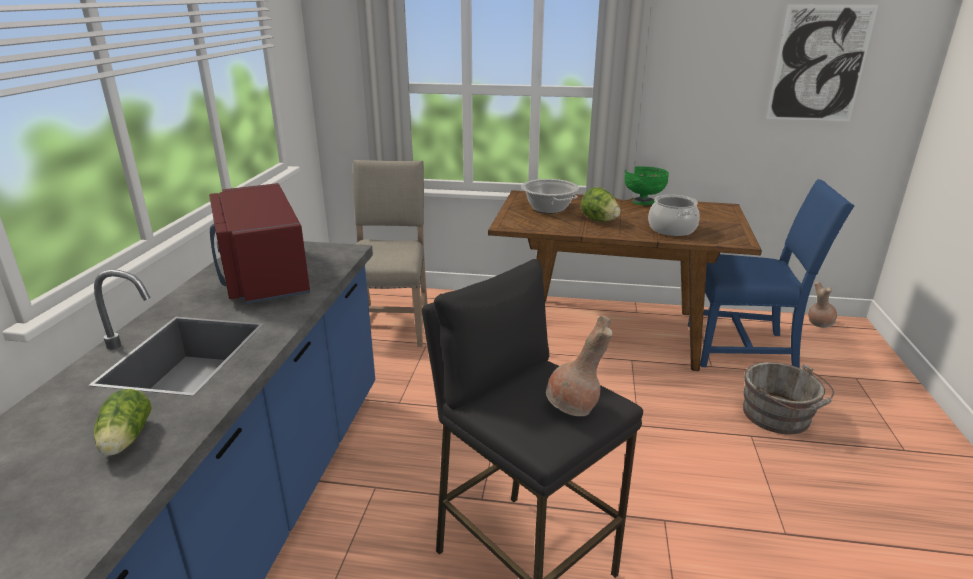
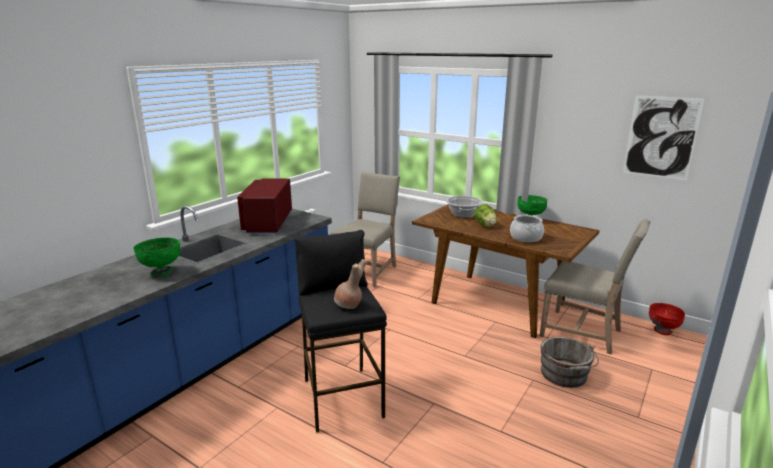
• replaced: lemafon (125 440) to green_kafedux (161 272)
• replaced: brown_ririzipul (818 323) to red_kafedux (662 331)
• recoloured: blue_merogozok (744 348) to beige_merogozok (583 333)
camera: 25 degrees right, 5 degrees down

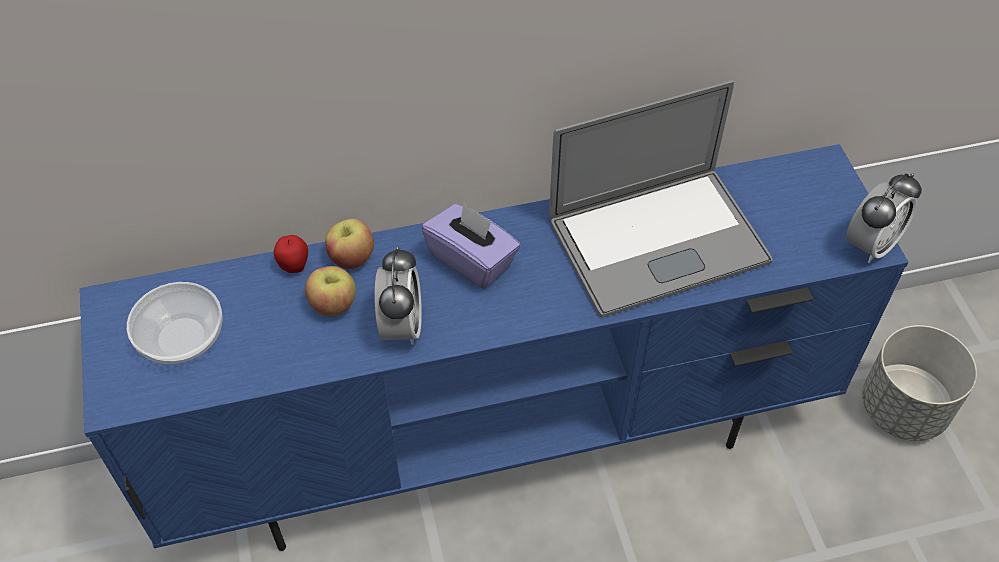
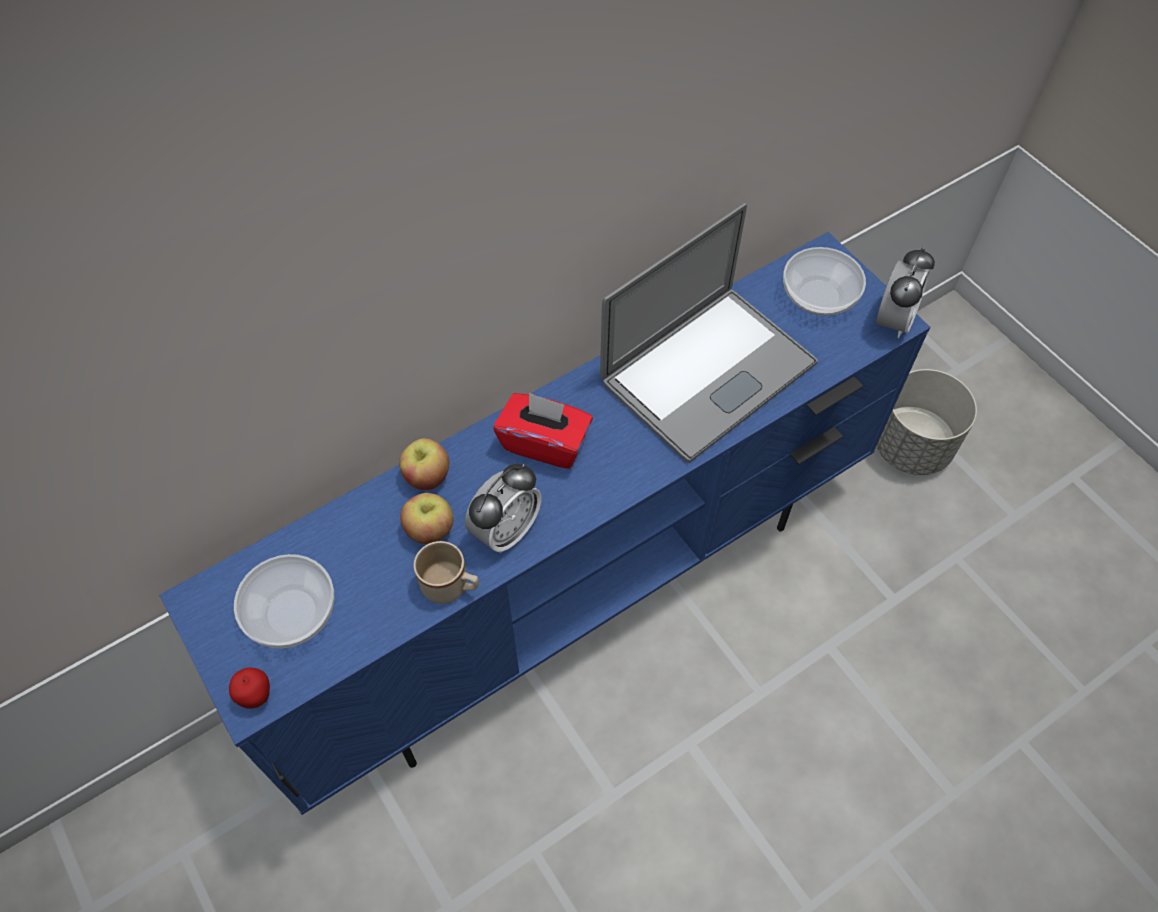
• added: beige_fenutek (451 586)
• added: kafedux (818 297)
• moved: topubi (294 266) to (256 696)
• recoloured: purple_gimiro (472 260) to red_gimiro (545 443)
• turned: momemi (401 326) = (506 530) 60 degrees clockwise
camera: 20 degrees left, 5 degrees up

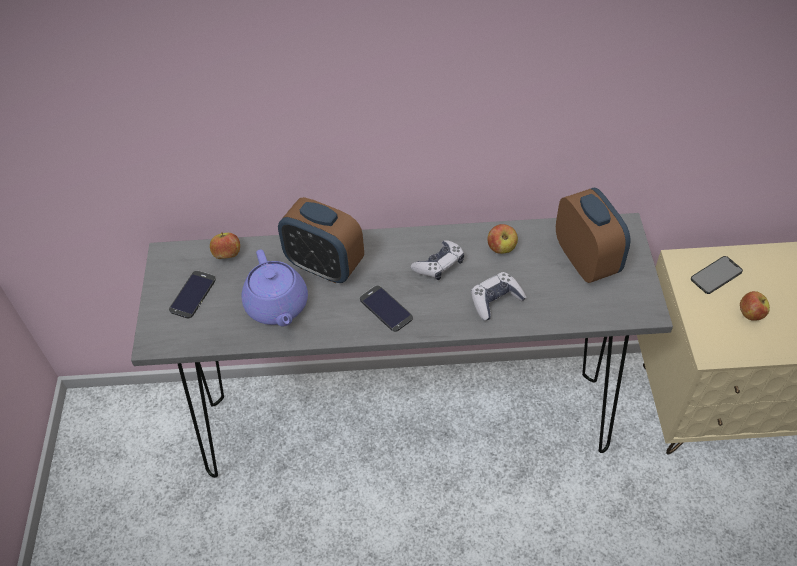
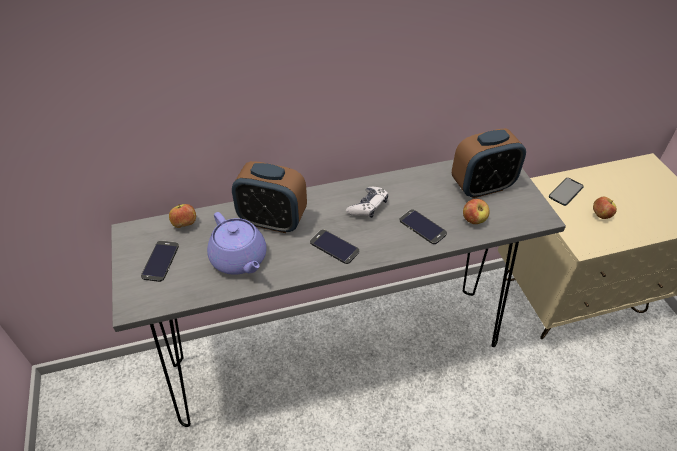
• moved: topubi (501 248) to (474 220)
• replaced: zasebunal (496 300) to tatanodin (422 227)
• turned: momemi (586 260) = (482 187) 105 degrees clockwise
camera: 15 degrees left, 5 degrees down

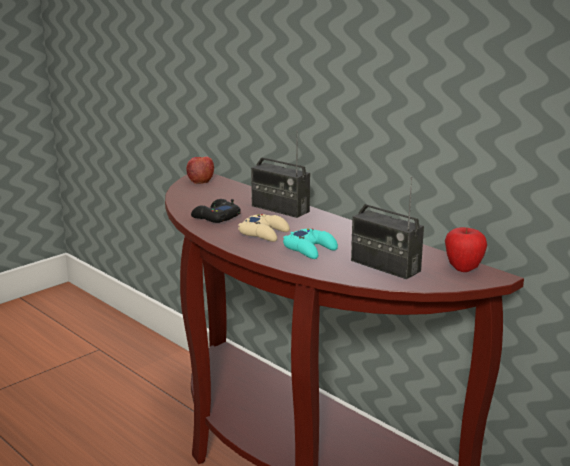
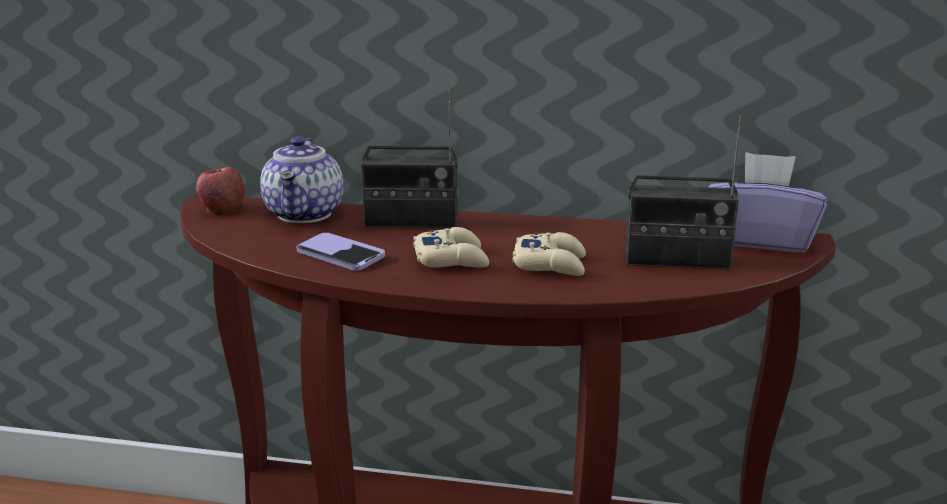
• added: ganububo (306 215)
• replaced: black_zasebunal (215 217) to tatanodin (340 255)
• replaced: topubi (463 268) to purple_gimiro (759 240)
• recoloured: turquoise_zasebunal (310 249) to beige_zasebunal (550 264)
camera: 35 degrees left, 0 degrees up

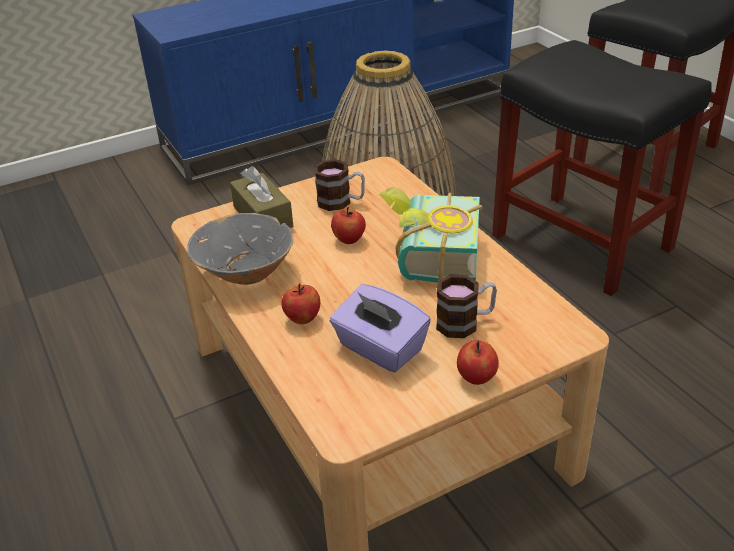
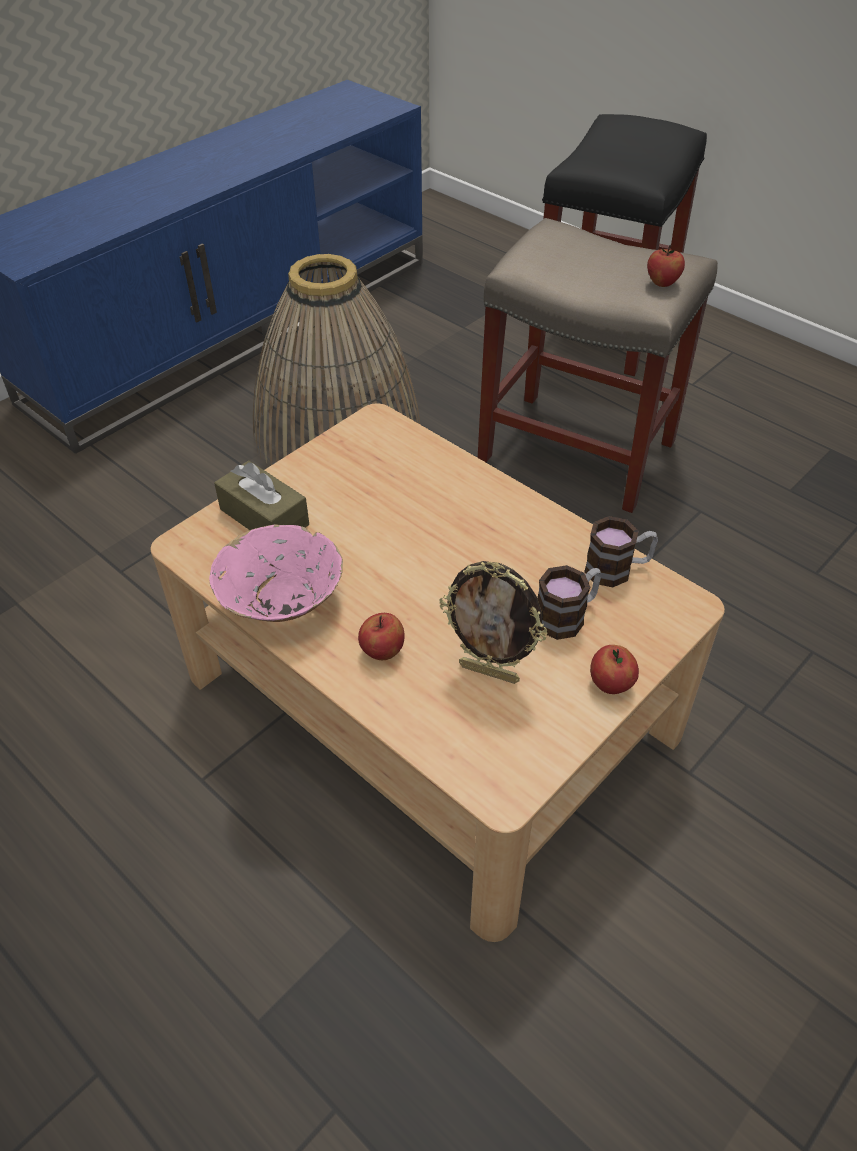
• removed: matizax (428 257)
• moved: fenutek (341 202) to (617 569)
• moved: topubi (349 240) to (662 283)
• replaced: purple_gimiro (380 349) to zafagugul (490 672)
• recoloured: grey_kafedux (246 273) to pink_kafedux (282 602)
• recoloured: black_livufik (584 243) to beige_livufik (580 451)
camera: 20 degrees left, 10 degrees up

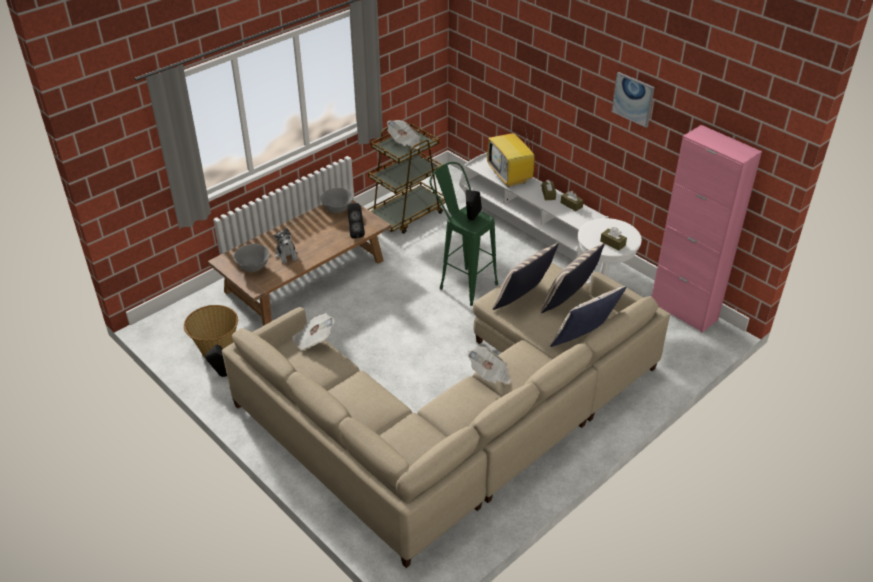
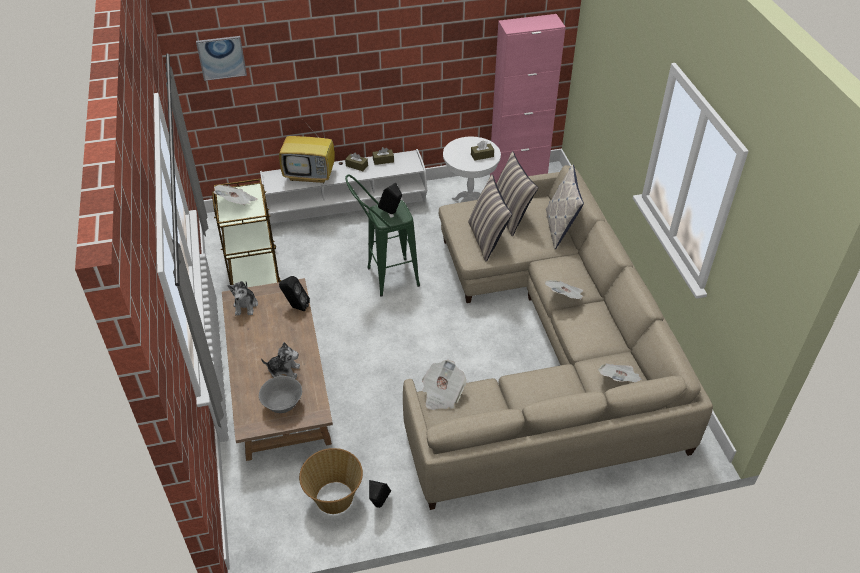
• added: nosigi (618 380)
• moved: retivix (633 99) to (221 57)
• replaced: grey_kafedux (337 210) to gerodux (245 305)
camera: 60 degrees left, 5 degrees up

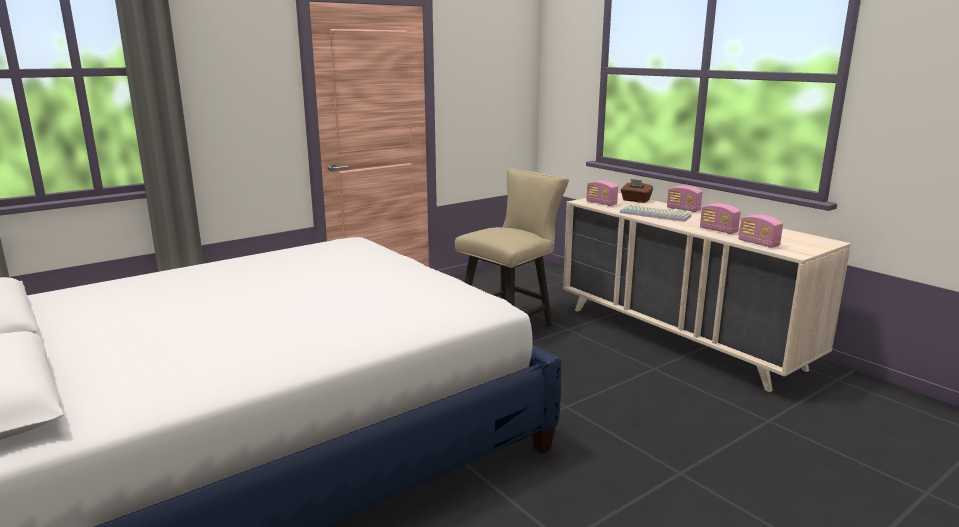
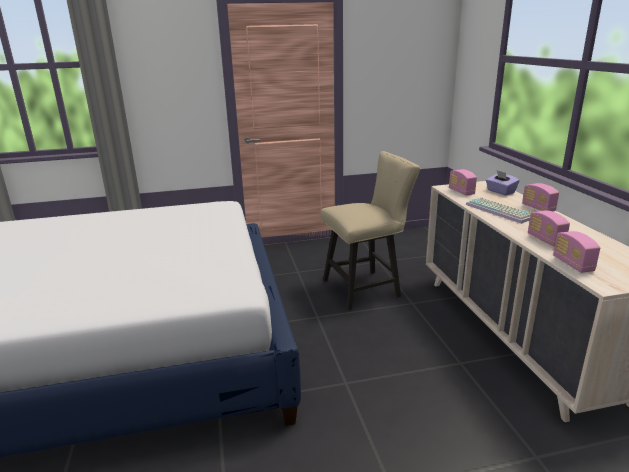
• recoloured: brown_gimiro (635 200) to purple_gimiro (500 192)
camera: 25 degrees right, 5 degrees up

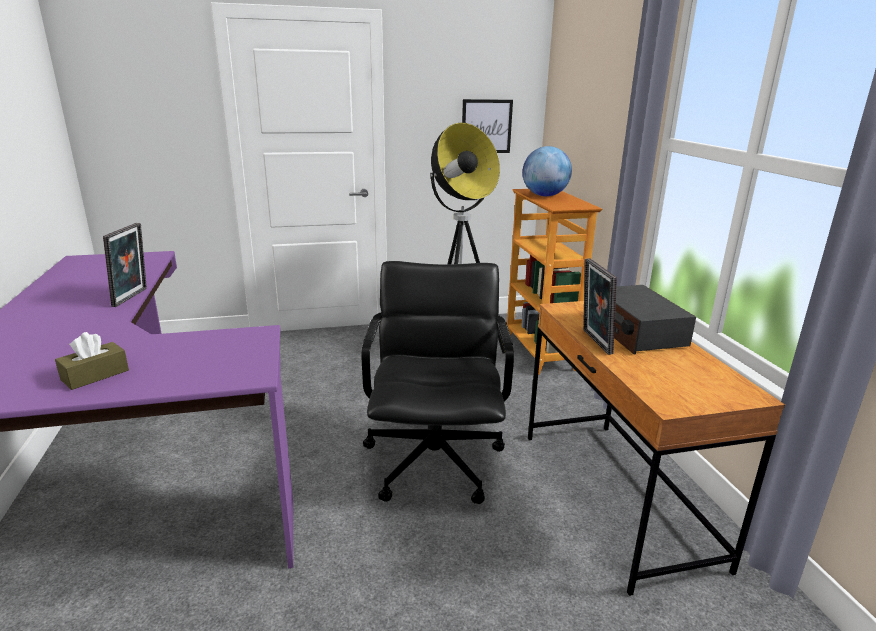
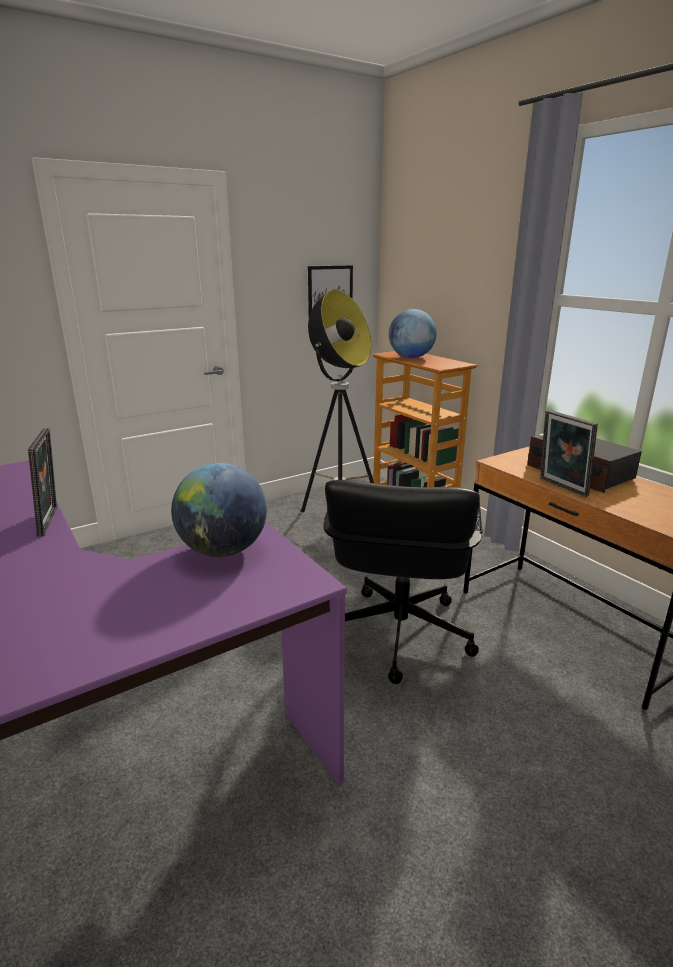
• removed: brown_gimiro (95 375)
• added: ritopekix (223 550)
• turned: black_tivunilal (435 461) = (398 634) 150 degrees counterclockwise
camera: 20 degrees left, 0 degrees up

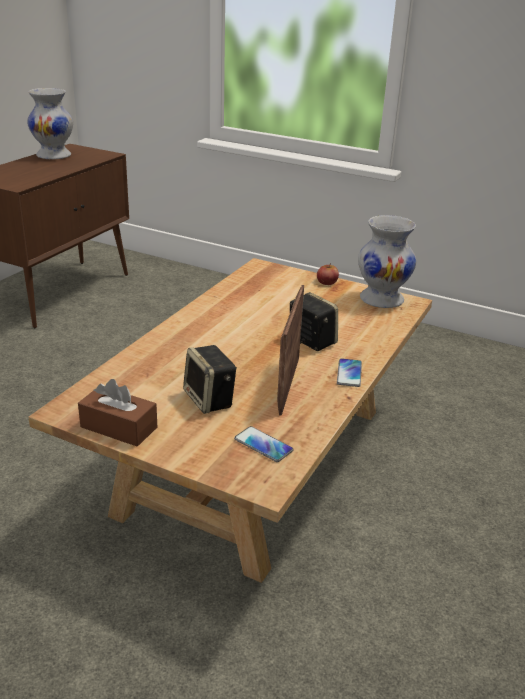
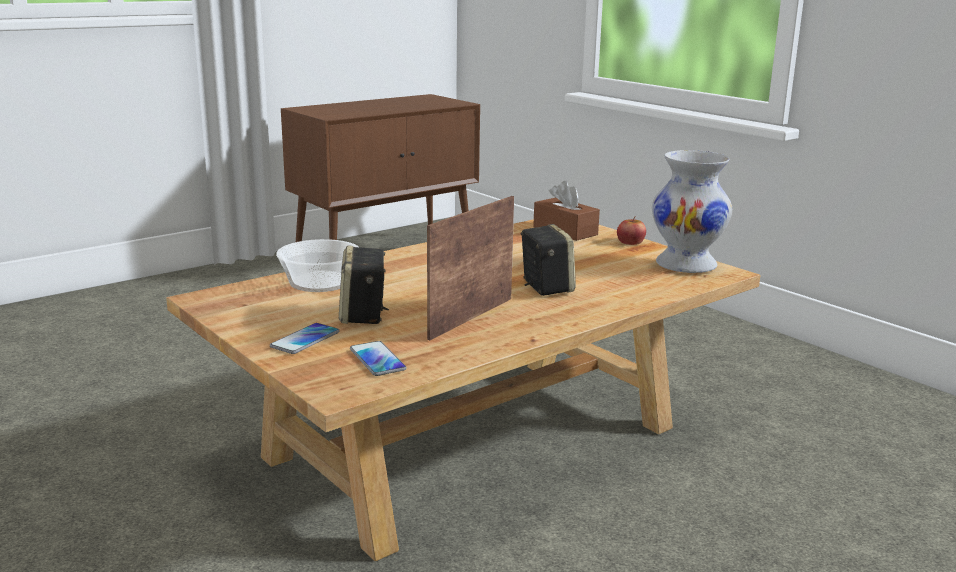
• removed: white_ririzipul (54 155)
• added: kafedux (321 282)
• moved: brown_gimiro (119 427) to (565 231)
• moved: tatanodin (349 373) to (305 340)
camera: 25 degrees right, 10 degrees down

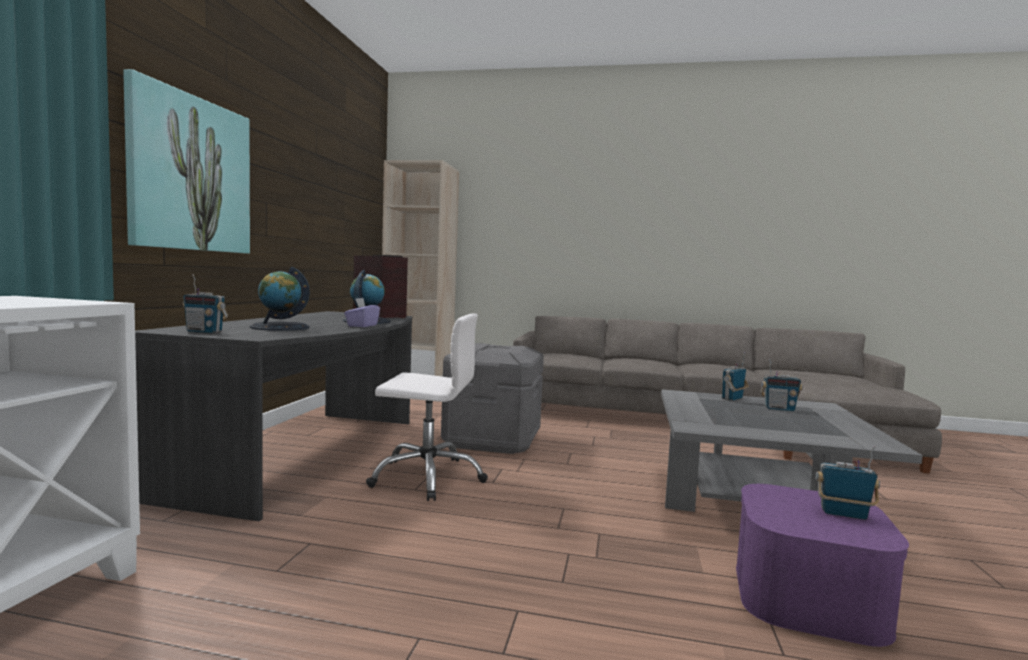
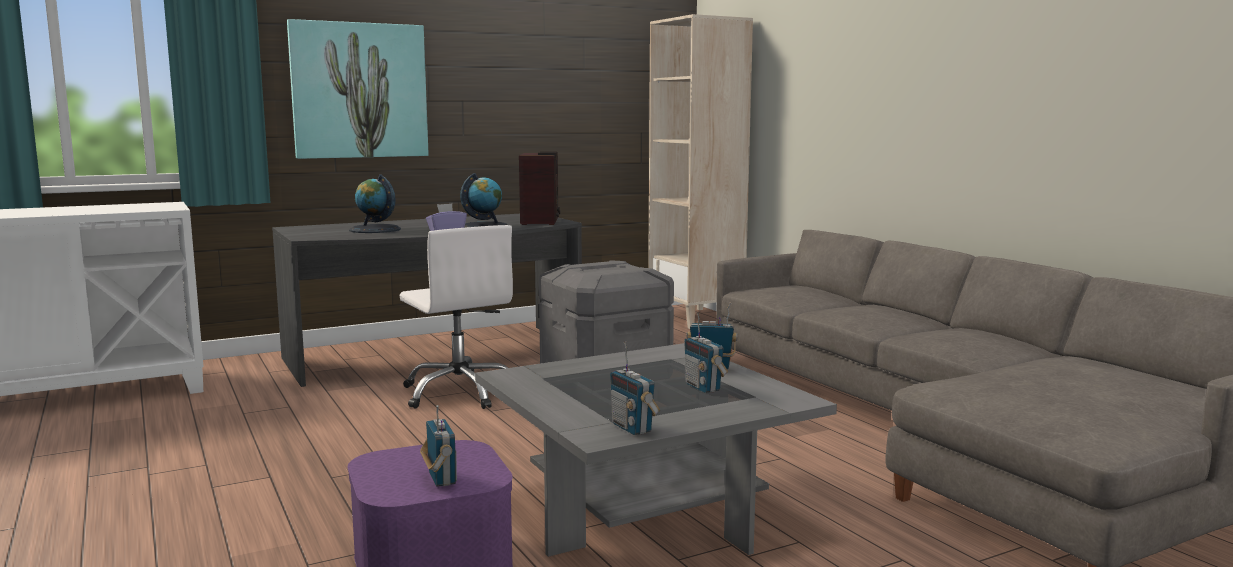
• moved: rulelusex (204 332) to (632 428)
camera: 50 degrees right, 5 degrees up

